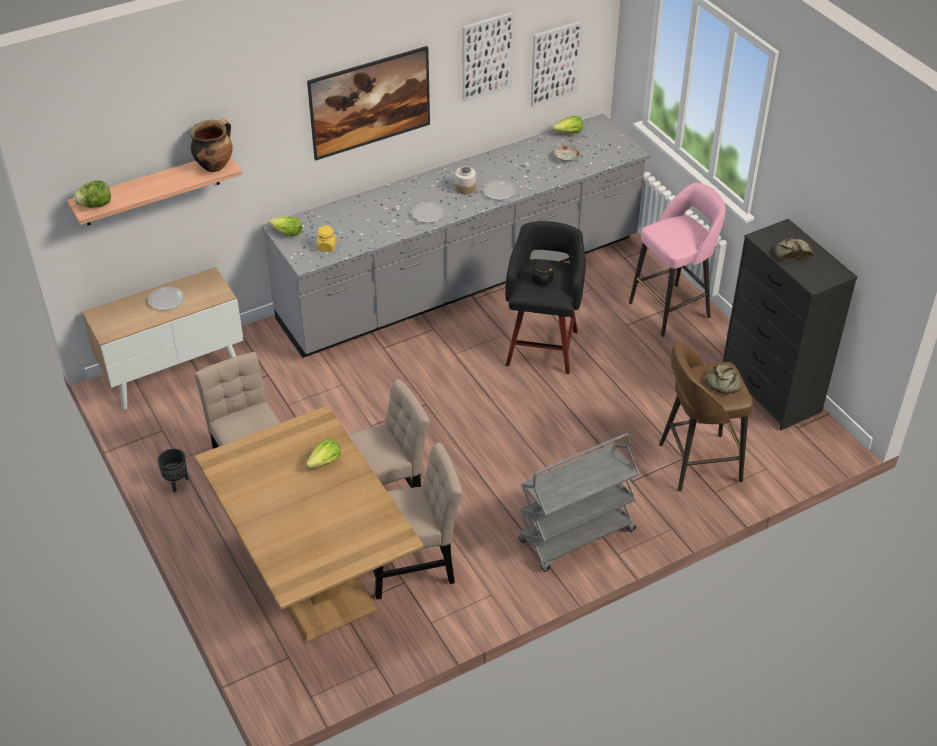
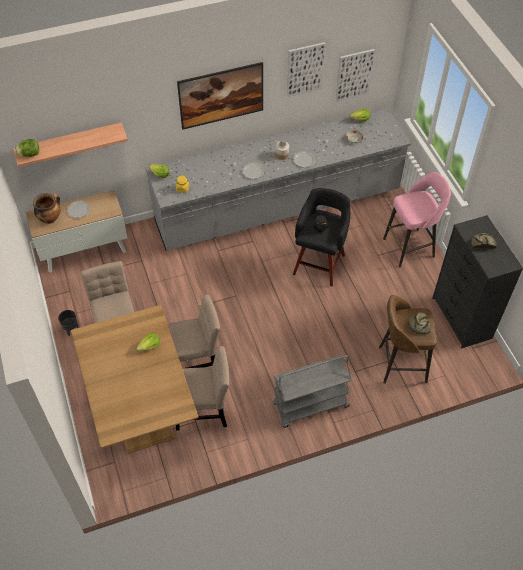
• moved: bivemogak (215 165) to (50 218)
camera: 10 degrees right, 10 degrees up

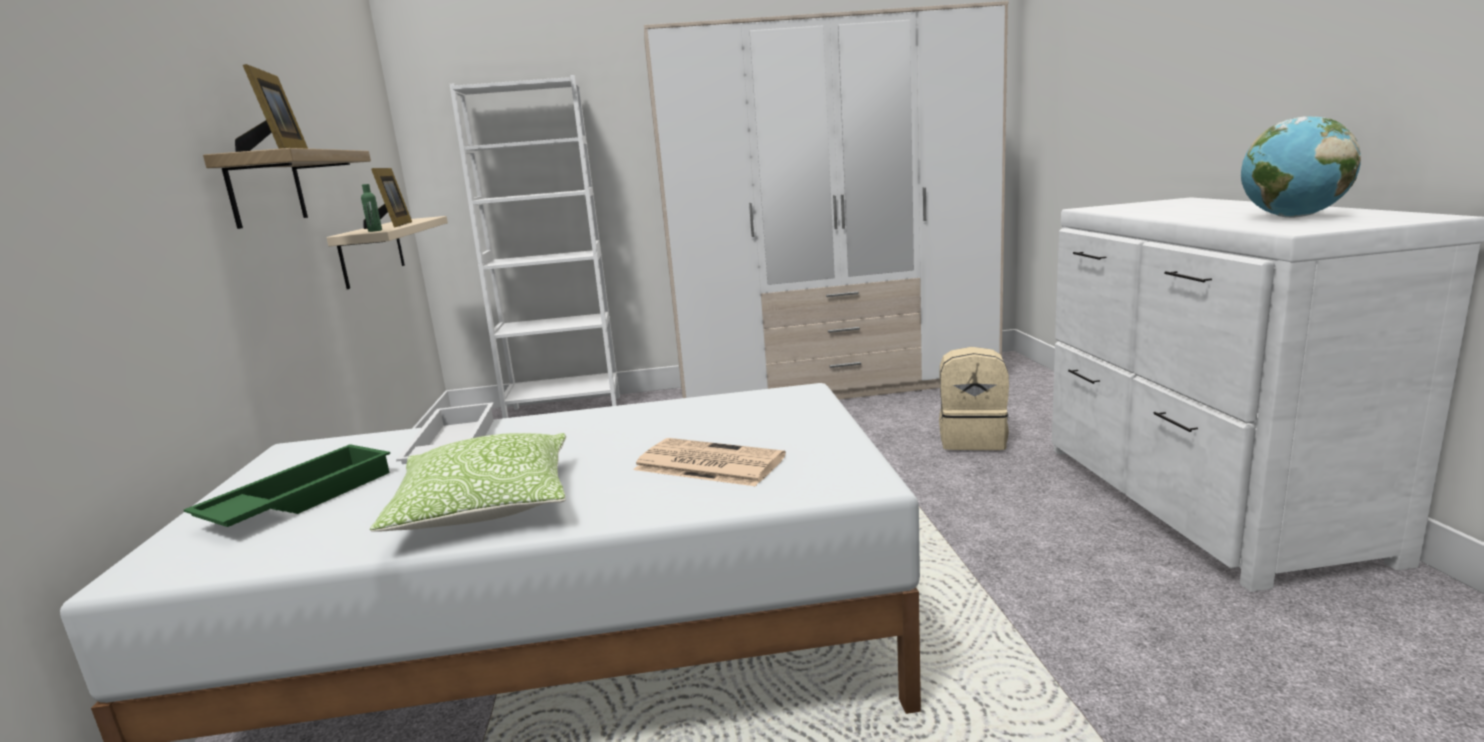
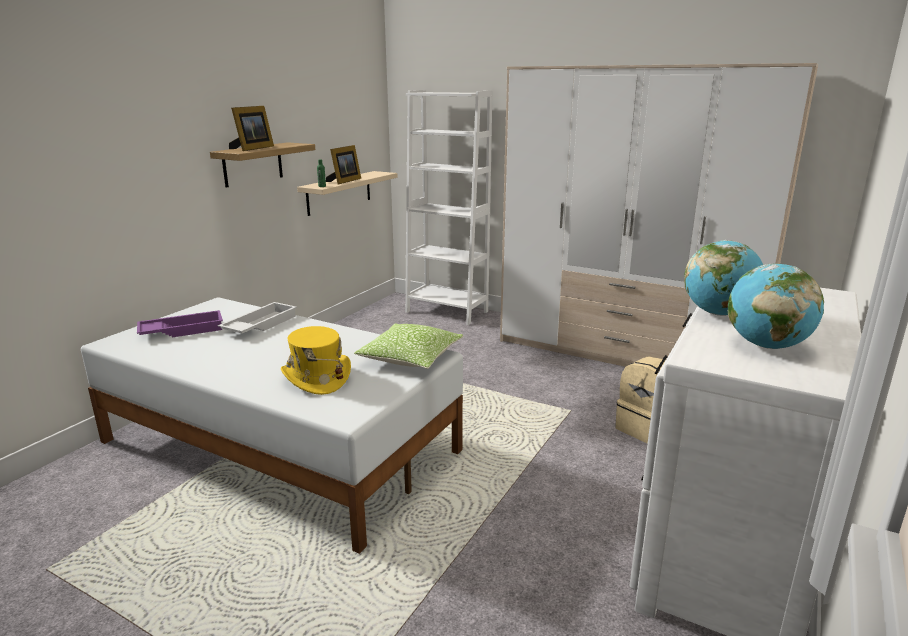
• added: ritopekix (718 313)
• moved: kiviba (486 506) to (410 358)
• replaced: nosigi (707 463) to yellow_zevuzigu (316 378)
• recoloured: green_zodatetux (299 498) to purple_zodatetux (182 330)
camera: 35 degrees right, 5 degrees up

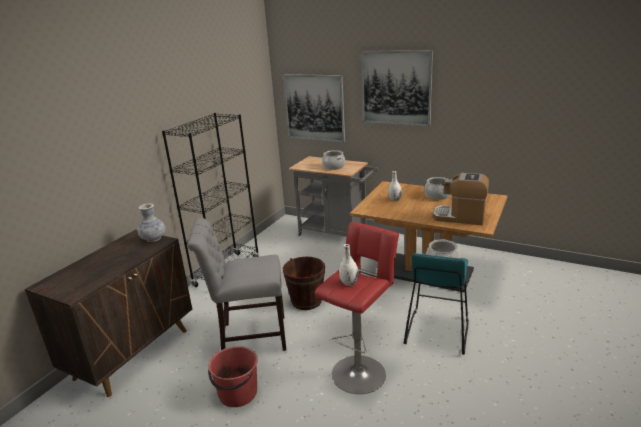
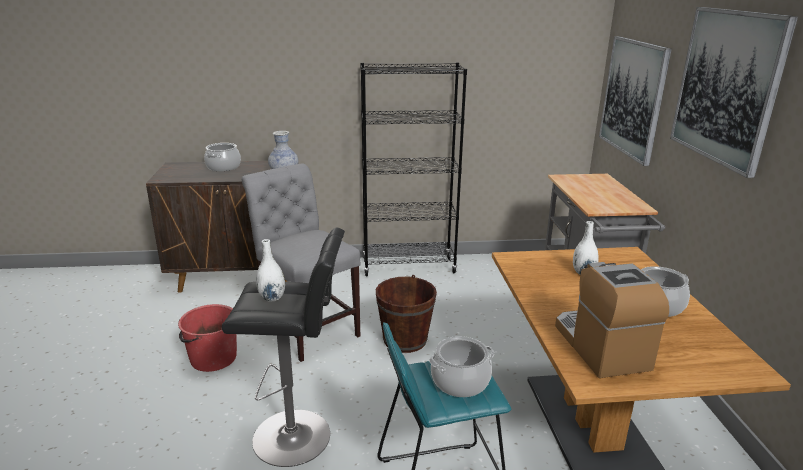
• moved: bivemogak (333 166) to (223 167)
• recoloured: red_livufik (360 371) to black_livufik (298 437)
camera: 55 degrees right, 0 degrees up

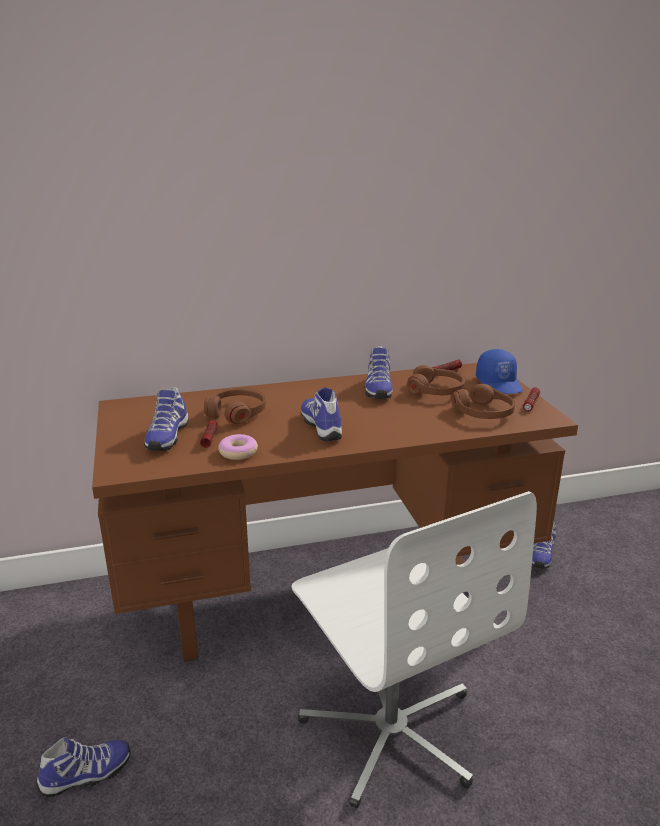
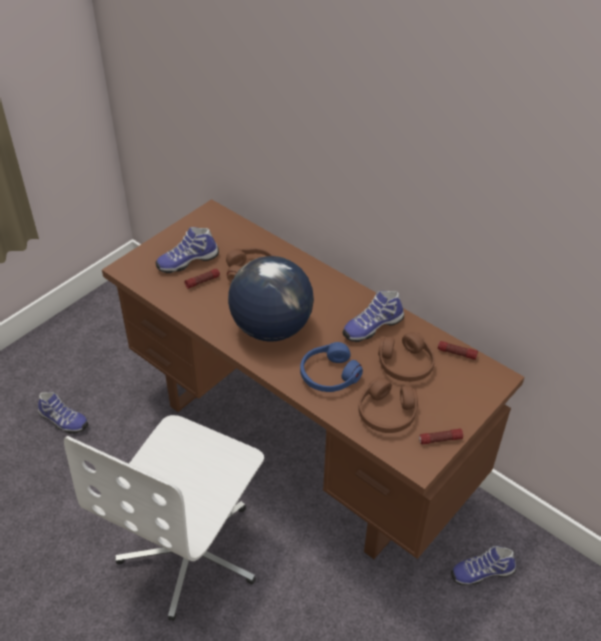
• removed: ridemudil (238 452)
• removed: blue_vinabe (499 384)
• added: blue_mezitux (329 375)
• replaced: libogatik (323 426) to ritopekix (271 328)
camera: 55 degrees right, 20 degrees up

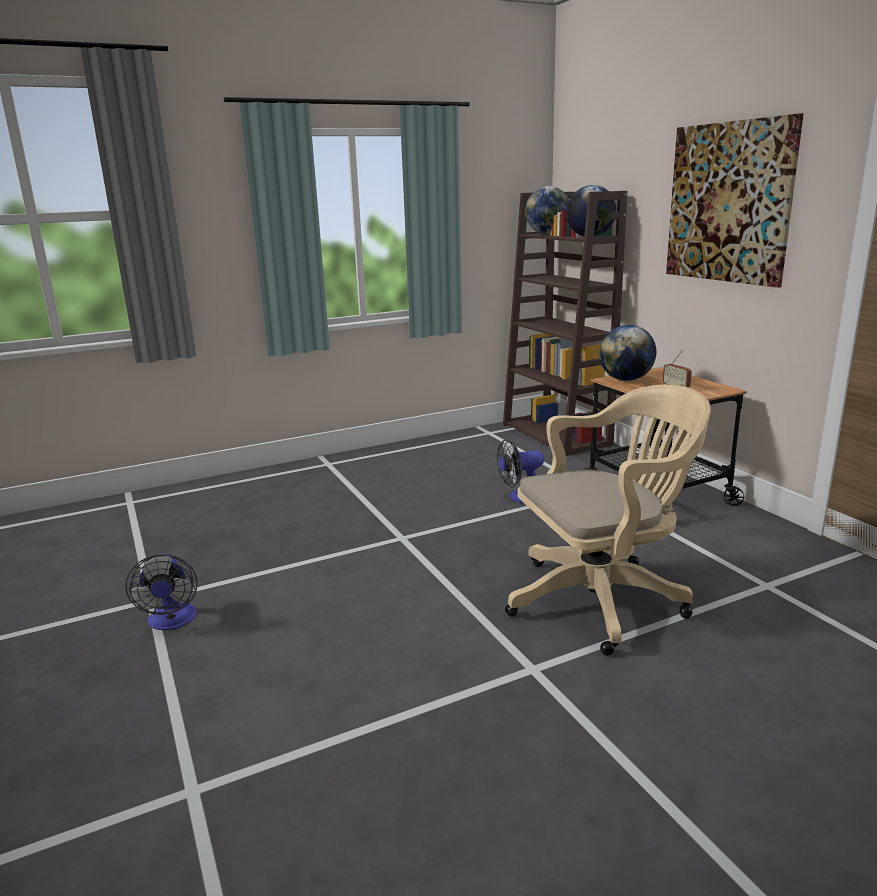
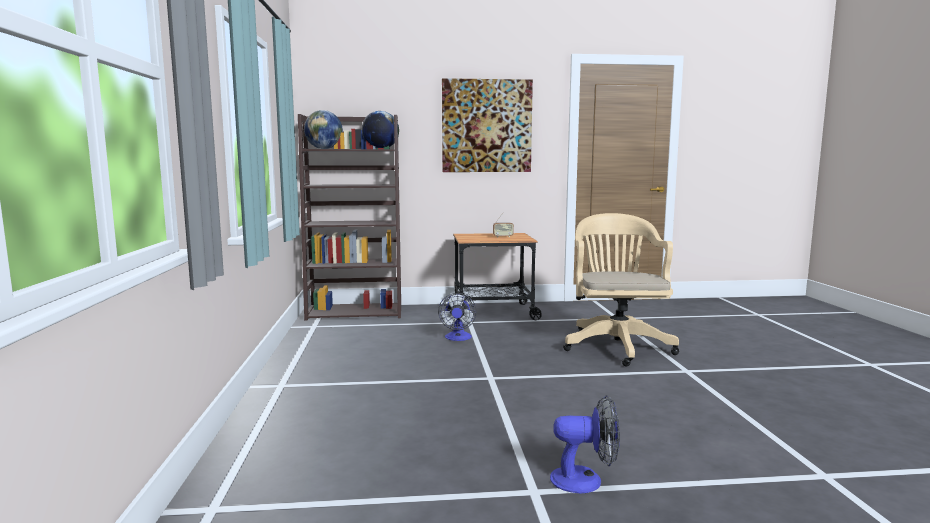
• removed: ritopekix (625 380)
camera: 70 degrees left, 10 degrees down

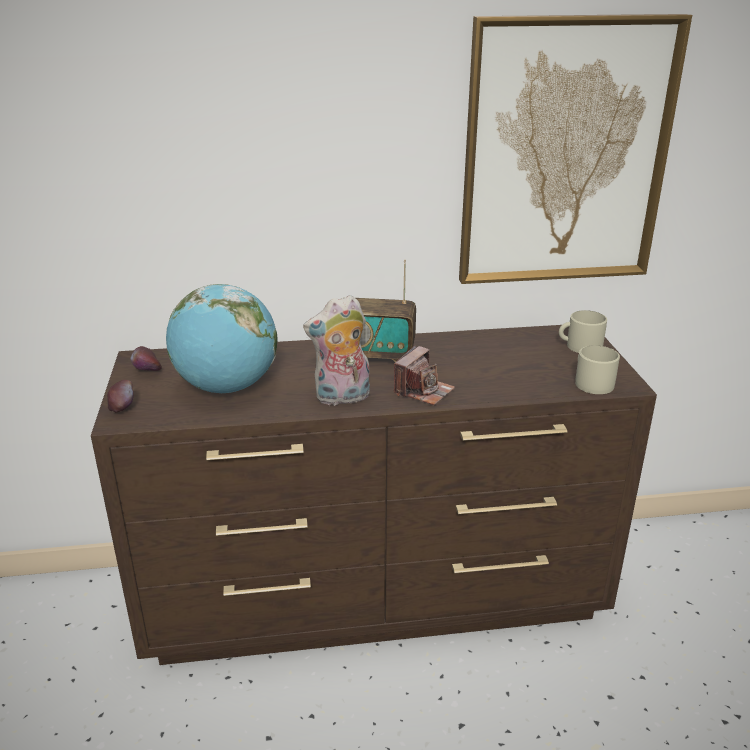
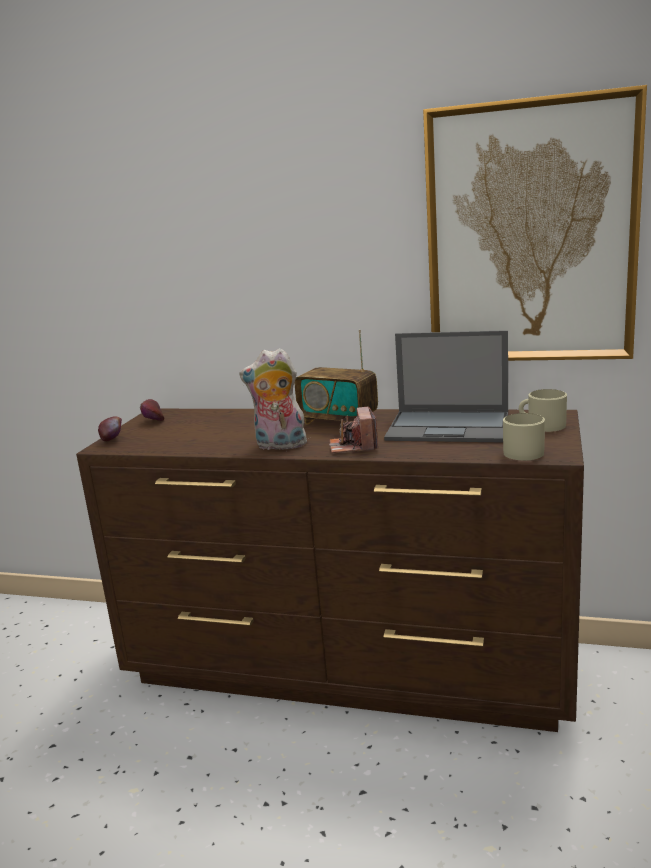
• removed: ritopekix (227 387)
• added: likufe (450 427)
• turned: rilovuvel (423 391) = (353 446) 120 degrees clockwise
camera: 25 degrees right, 10 degrees down

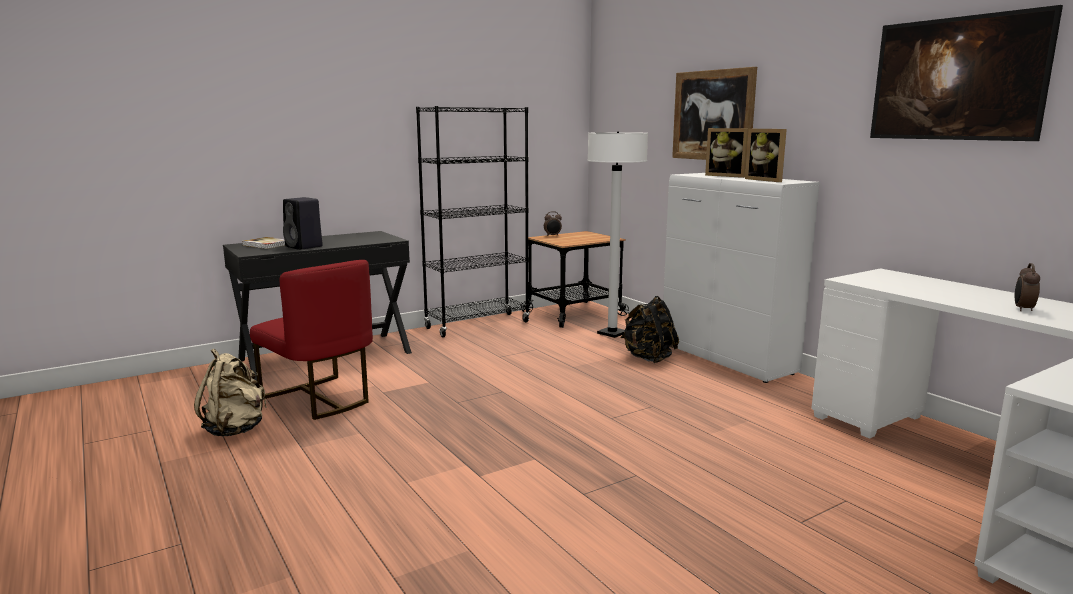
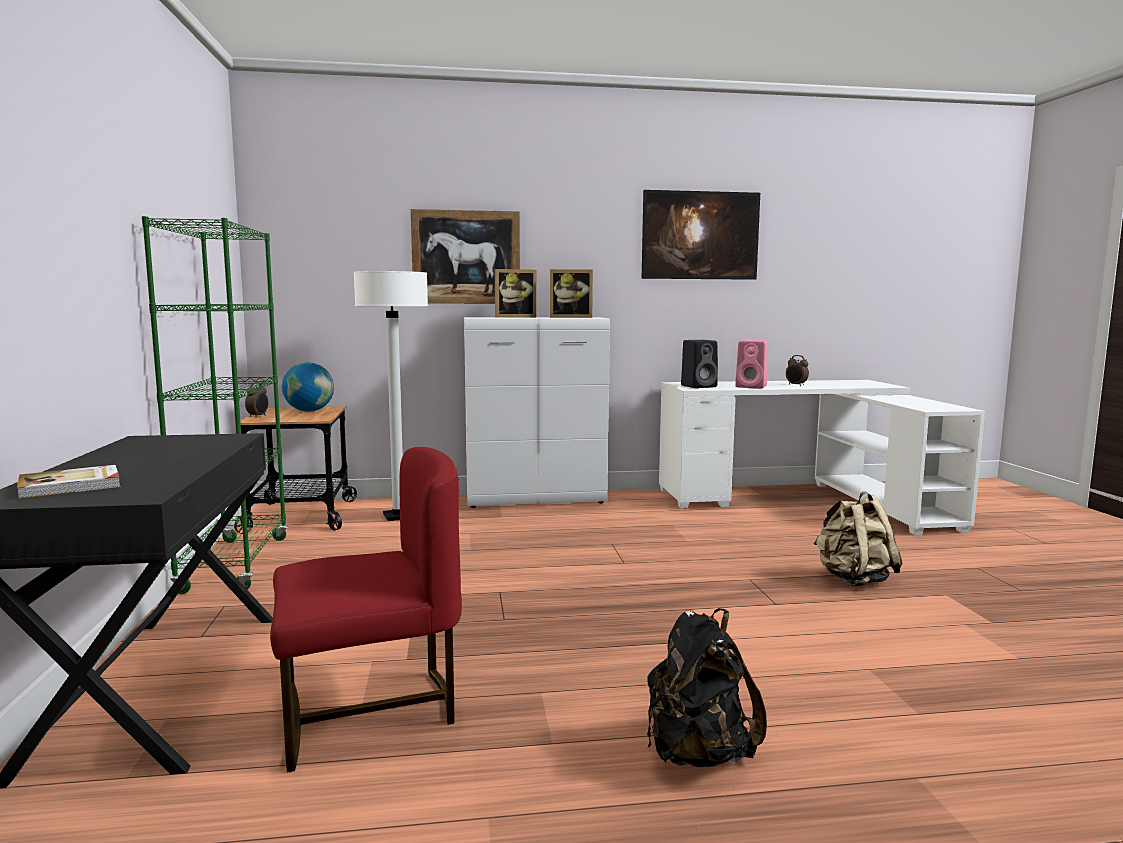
• added: ritopekix (309 411)
• added: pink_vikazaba (752 386)
• moved: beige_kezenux (236 429) to (853 579)
• moved: black_vikazaba (305 247) to (699 386)
• moved: black_kezenux (648 358) to (697 753)
• recoloured: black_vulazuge (477 325) to green_vulazuge (235 564)
camera: 65 degrees left, 5 degrees down

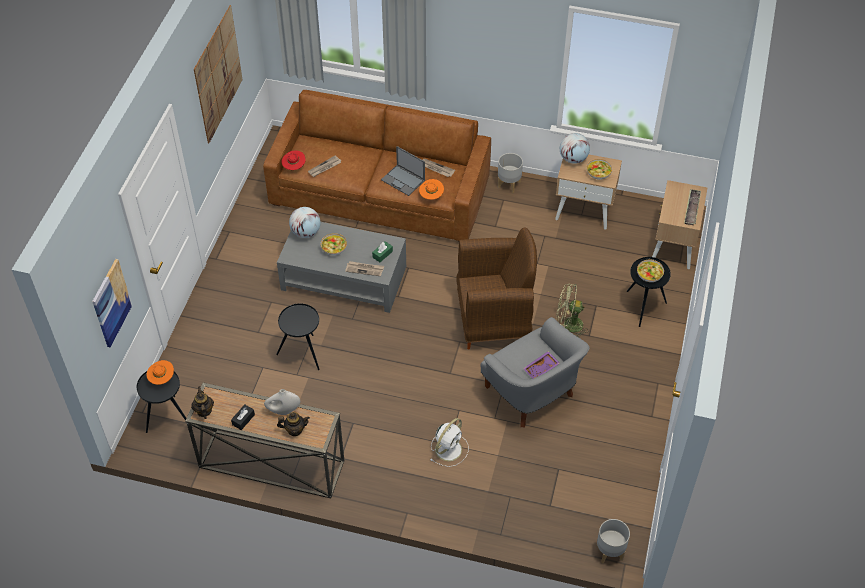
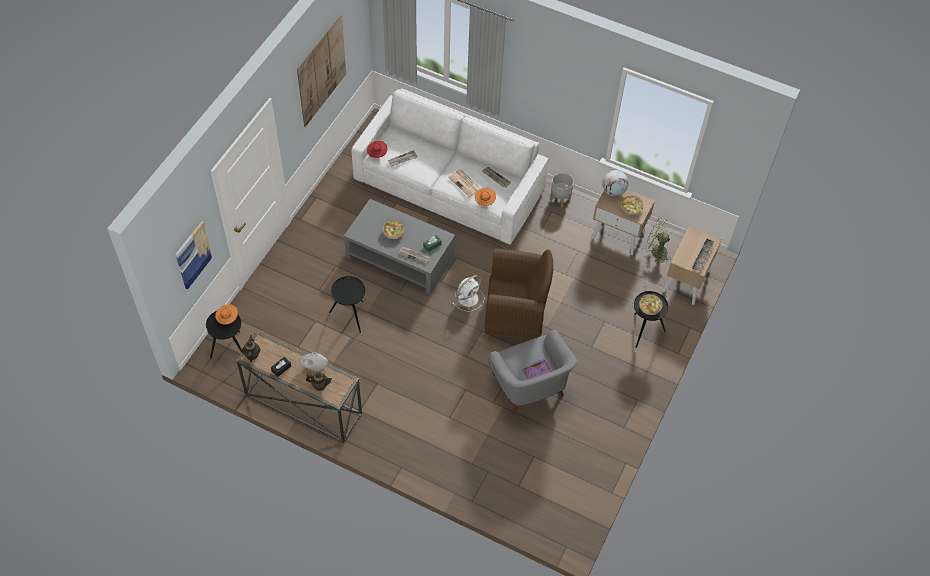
• removed: ritopekix (306 232)
• removed: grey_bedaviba (610 552)
• moved: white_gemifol (449 448) to (469 298)
• moved: green_gemifol (568 325) to (655 251)
• replaced: likufe (403 180) to nosigi (465 183)
• recoloured: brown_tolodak (380 192) to white_tolodak (449 185)
camera: 10 degrees right, 5 degrees up

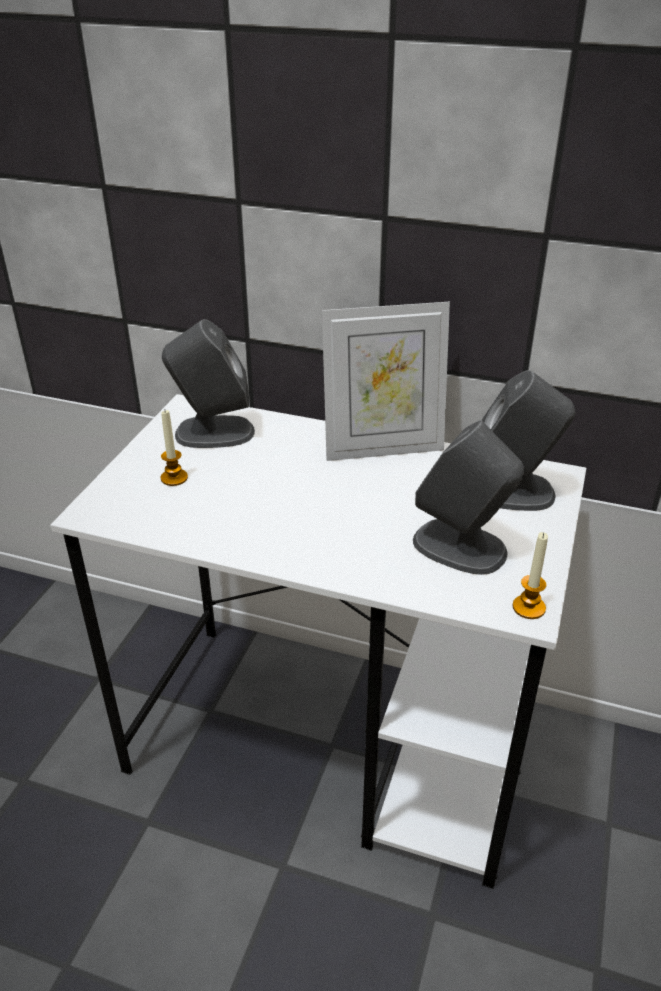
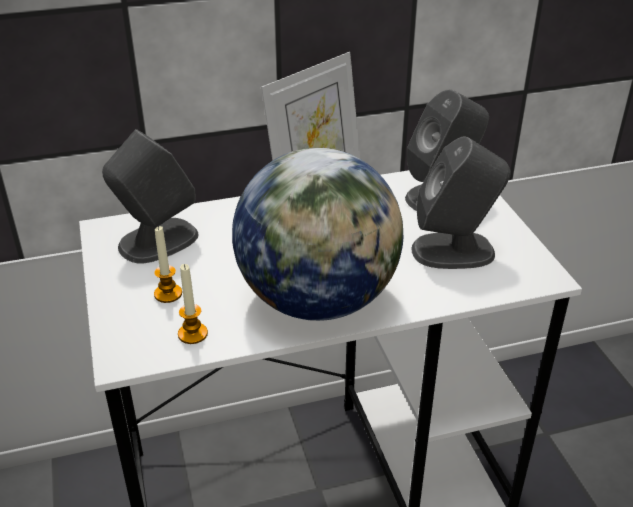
• added: ritopekix (318 300)
• moved: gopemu (528 607) to (193 334)
camera: 35 degrees left, 0 degrees up

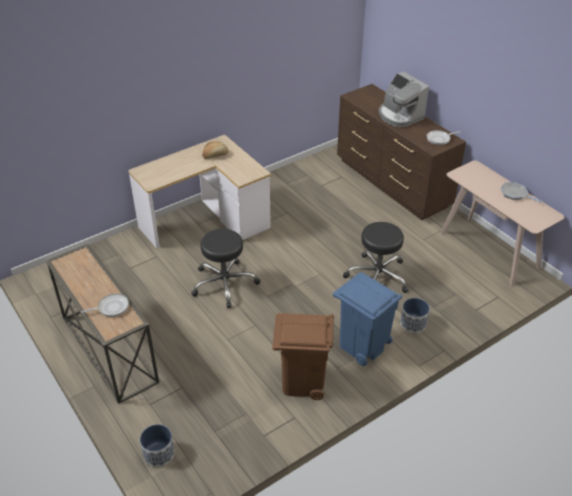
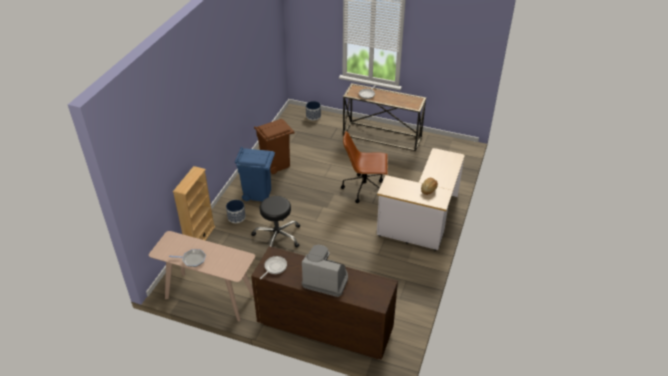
• added: beige_vulazuge (200 237)
• replaced: black_livufik (224 284) to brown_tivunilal (364 188)
camera: 145 degrees right, 0 degrees up

